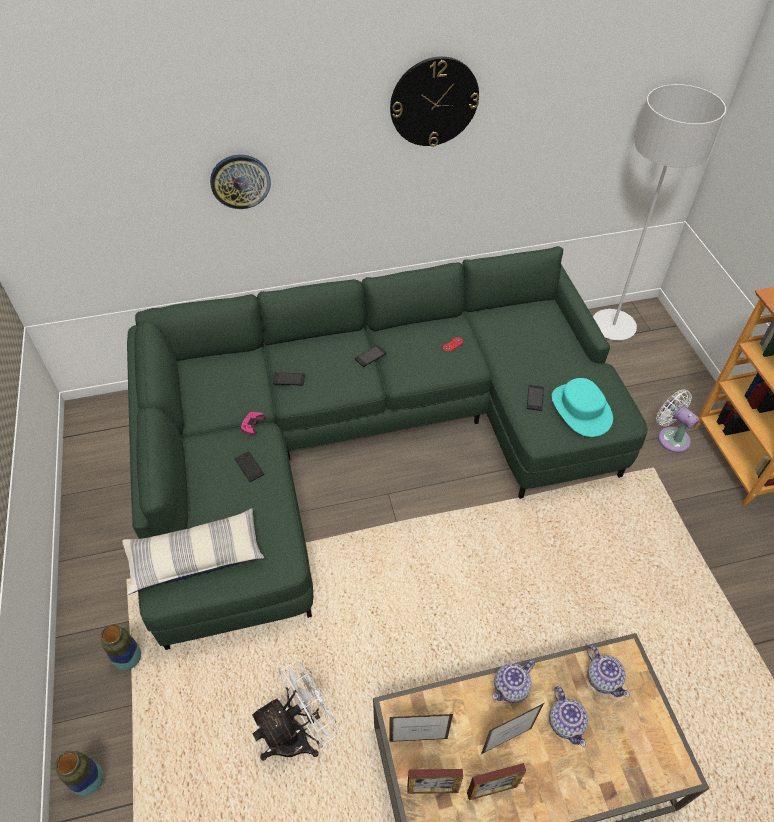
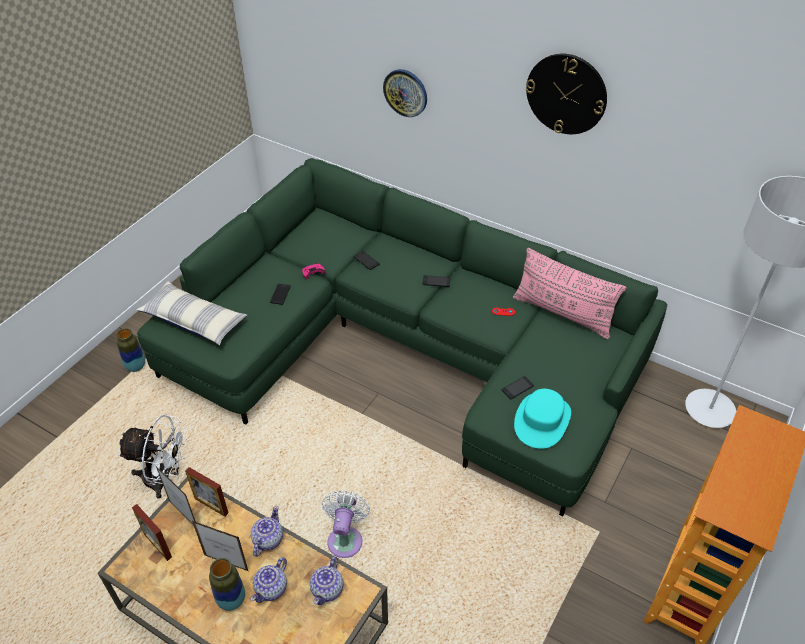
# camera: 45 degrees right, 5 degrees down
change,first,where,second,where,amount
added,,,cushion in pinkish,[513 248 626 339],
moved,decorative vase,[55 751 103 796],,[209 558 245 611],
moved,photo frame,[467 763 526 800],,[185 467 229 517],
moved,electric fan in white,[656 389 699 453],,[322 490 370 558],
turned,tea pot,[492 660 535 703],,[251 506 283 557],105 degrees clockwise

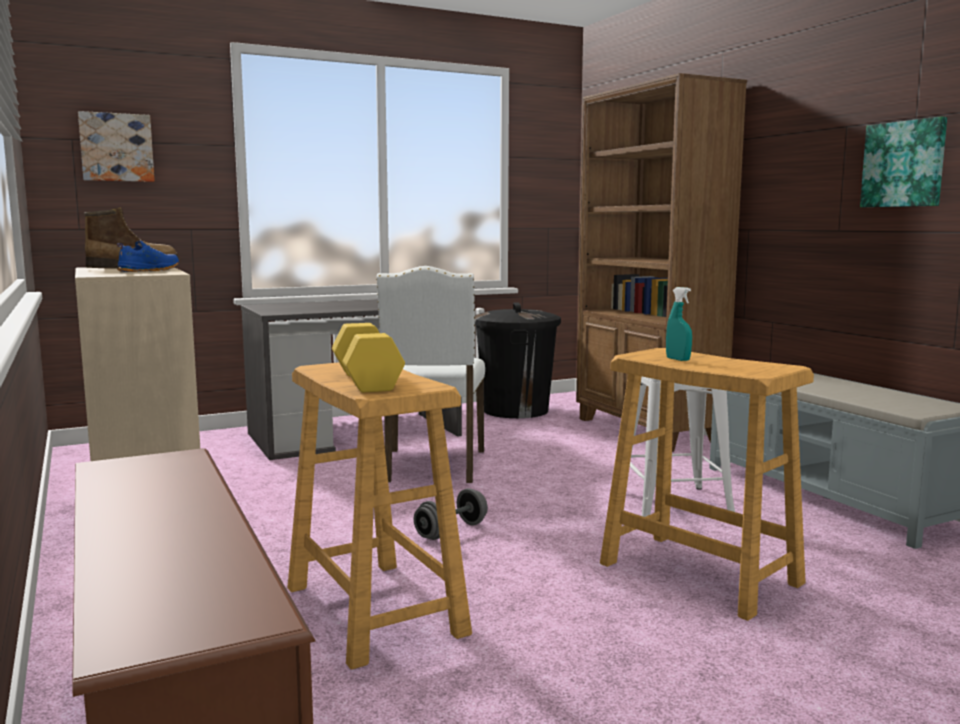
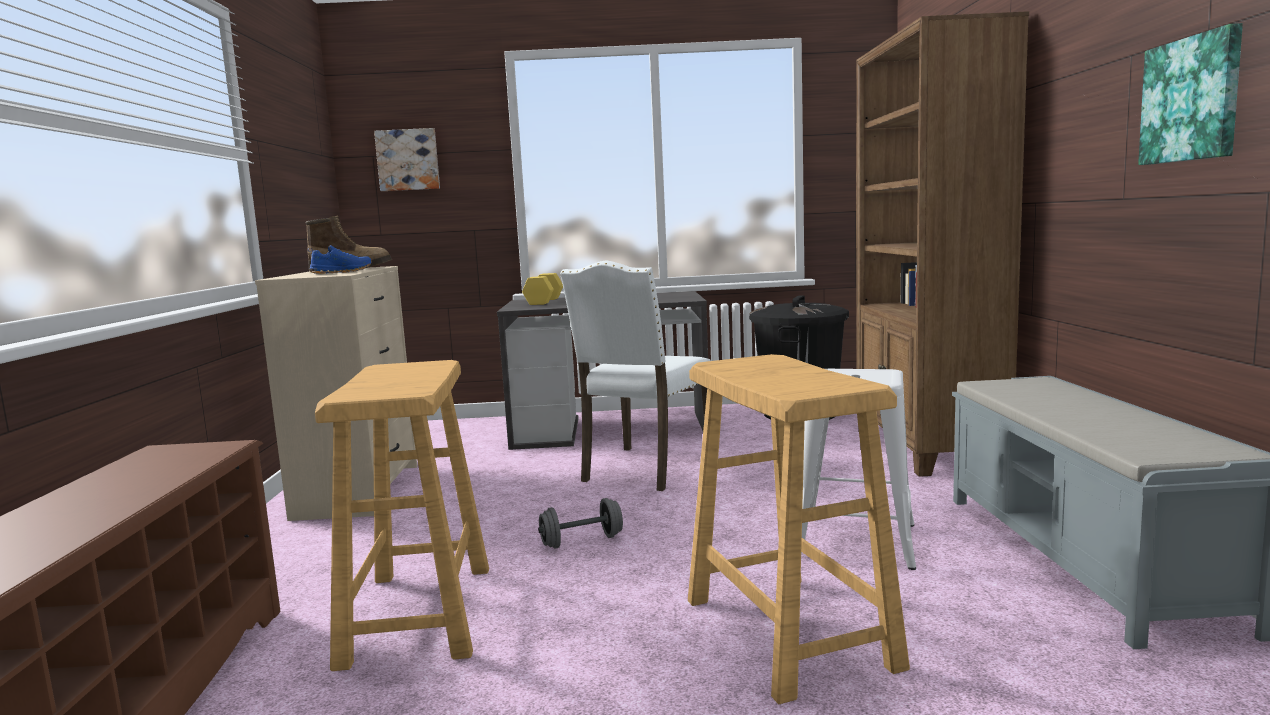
# camera: 25 degrees right, 0 degrees up
change,first,where,second,where,amount
removed,hand sprayer in turquoise-coloured,[666 287 692 361],,,
moved,hand weight in yellowish,[332 323 405 393],,[522 273 563 305],

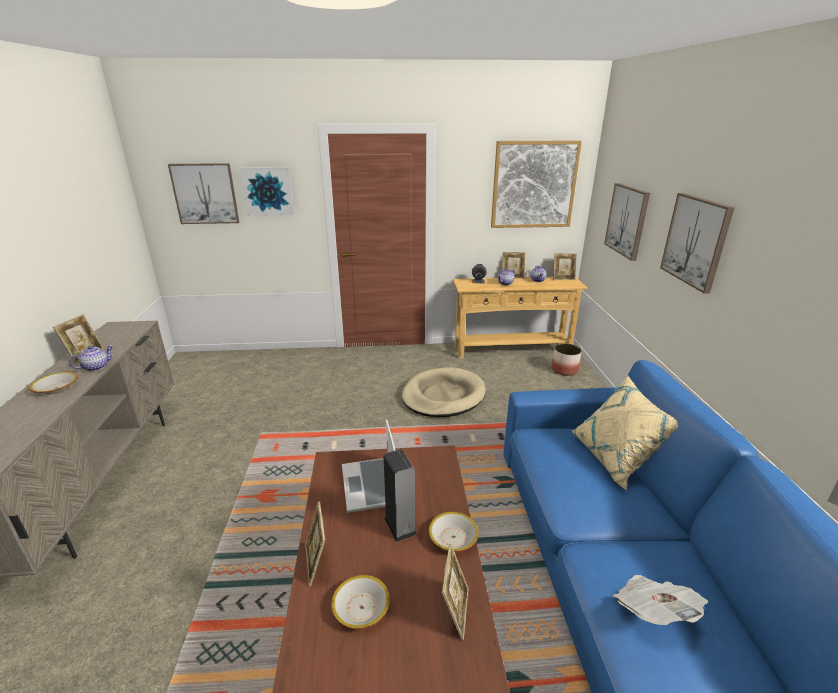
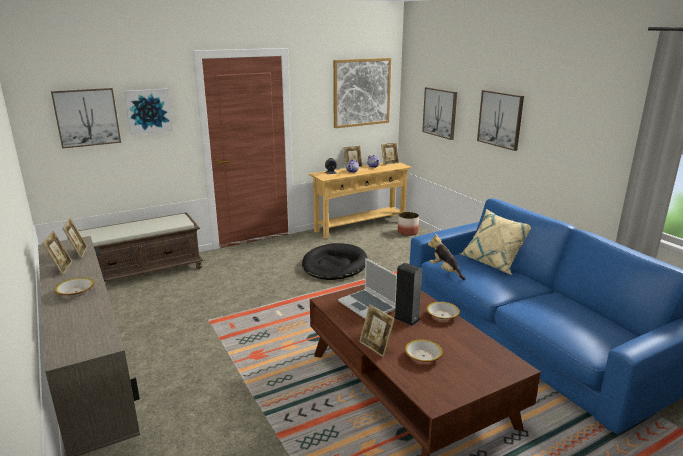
# camera: 25 degrees left, 5 degrees down
change,first,where,second,where,amount
removed,tea pot,[69 345 114 371],,,
removed,printed paper,[613 575 708 625],,,
added,,,indoor bench in brownish,[67 212 203 282],
added,,,soft toy,[428 234 466 280],
moved,photo frame,[442 544 469 640],,[62 218 87 259],
recoloured,pet bed in beige,[402 367 486 417],pet bed in black-coloured,[302 243 368 280],

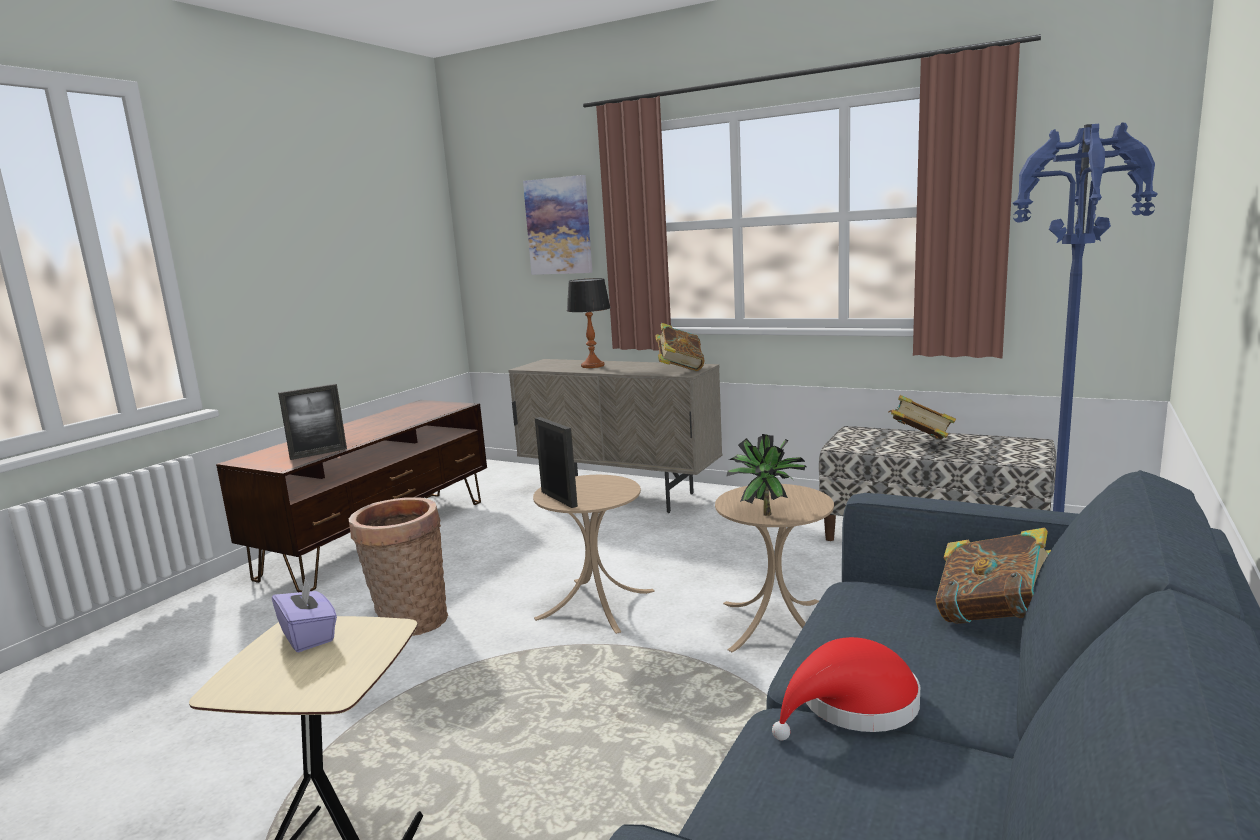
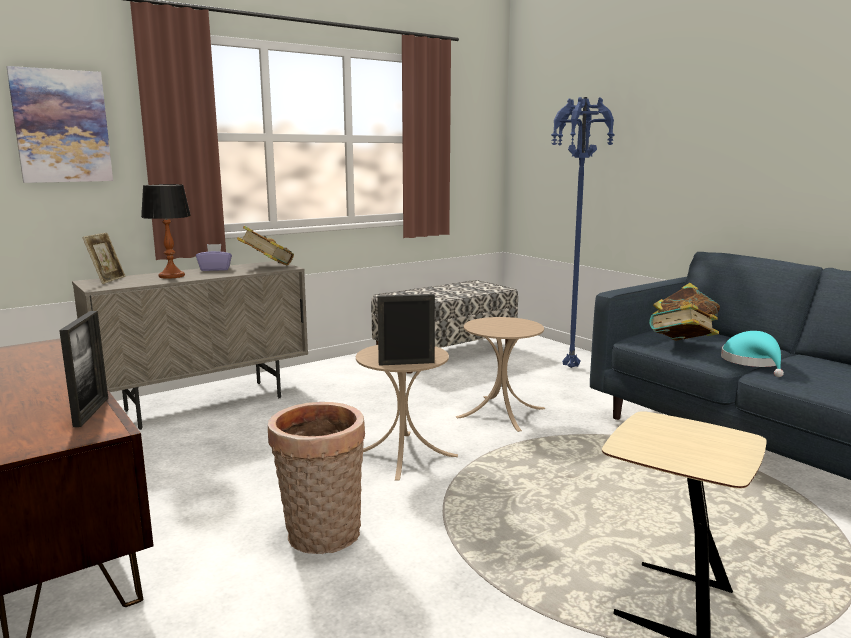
# camera: 65 degrees left, 0 degrees up
change,first,where,second,where,amount
removed,plant in a pot,[727 434 807 516],,,
added,,,photo frame,[82 233 126 284],
moved,tissue holder in purplish,[272 578 337 652],,[196 244 232 271],
moved,bound book,[889 395 956 440],,[649 304 719 340],
recoloured,hat in red,[772 637 920 741],hat in turquoise-coloured,[721 331 784 377],

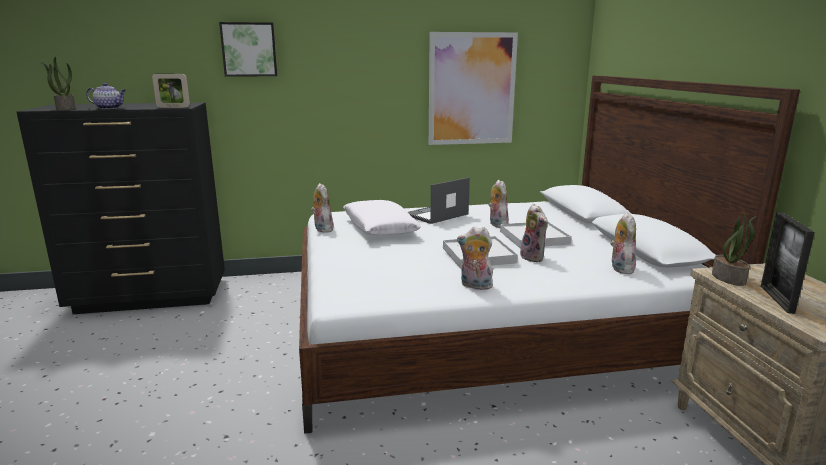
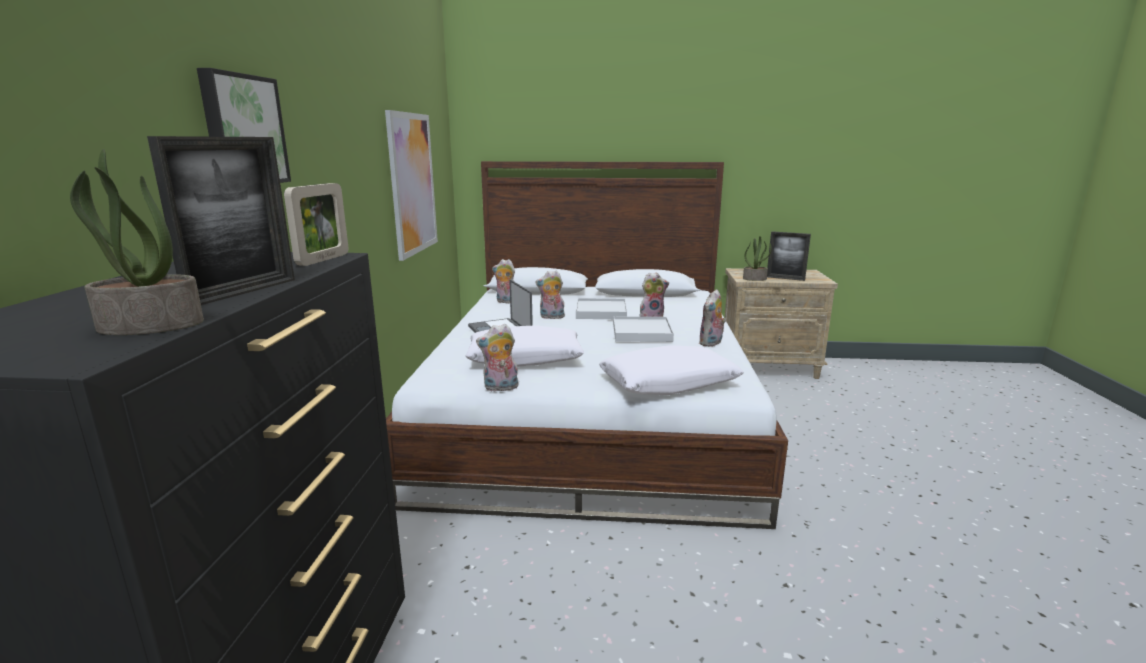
# camera: 75 degrees left, 0 degrees up
change,first,where,second,where,amount
added,,,cushion in white,[599 345 744 395],
moved,soft toy,[610 213 636 274],,[492 259 515 304],
replaced,tea pot,[86 83 126 109],photo frame,[147 136 295 305],

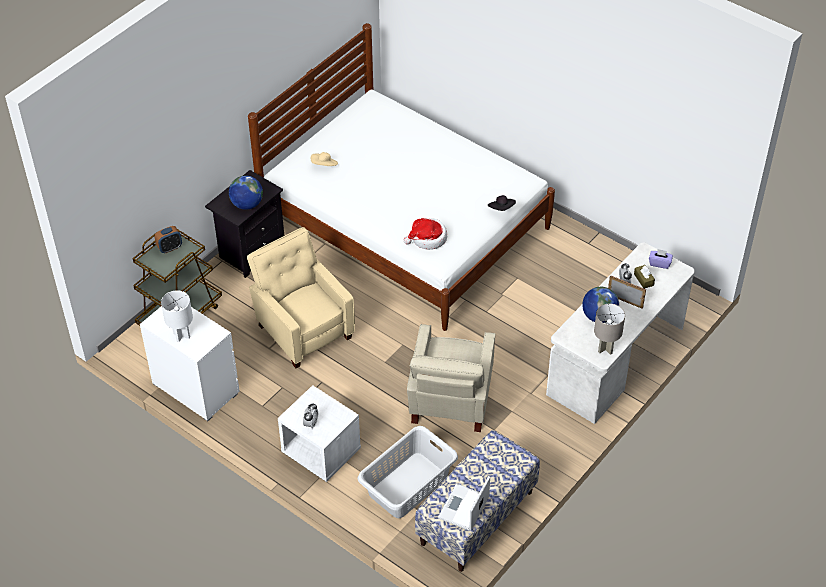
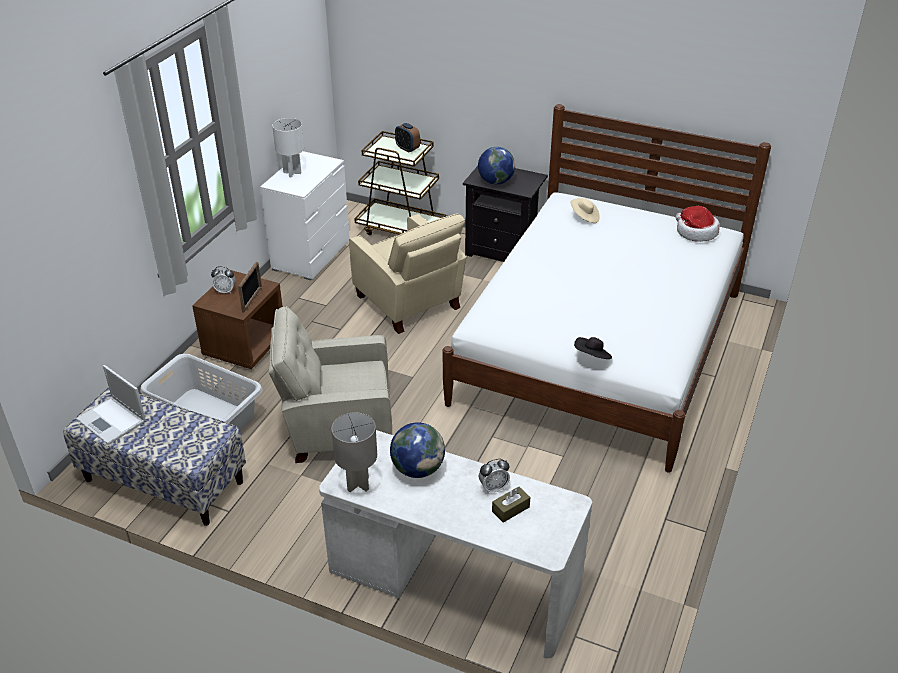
# camera: 75 degrees right, 10 degrees down
change,first,where,second,where,amount
removed,tissue holder in purplish,[649 249 673 269],,,
moved,hat,[404 218 447 250],,[675 206 720 242],
moved,photo frame,[608 275 646 309],,[238 261 262 313],
recoloured,bedside table in white,[278 385 361 482],bedside table in brownish,[192 271 283 369],
turned,easy chair in beige,[247 227 355 368],,[349 213 466 334],105 degrees clockwise
turned,notebook computer,[438 476 490 530],,[76 365 146 445],150 degrees counterclockwise

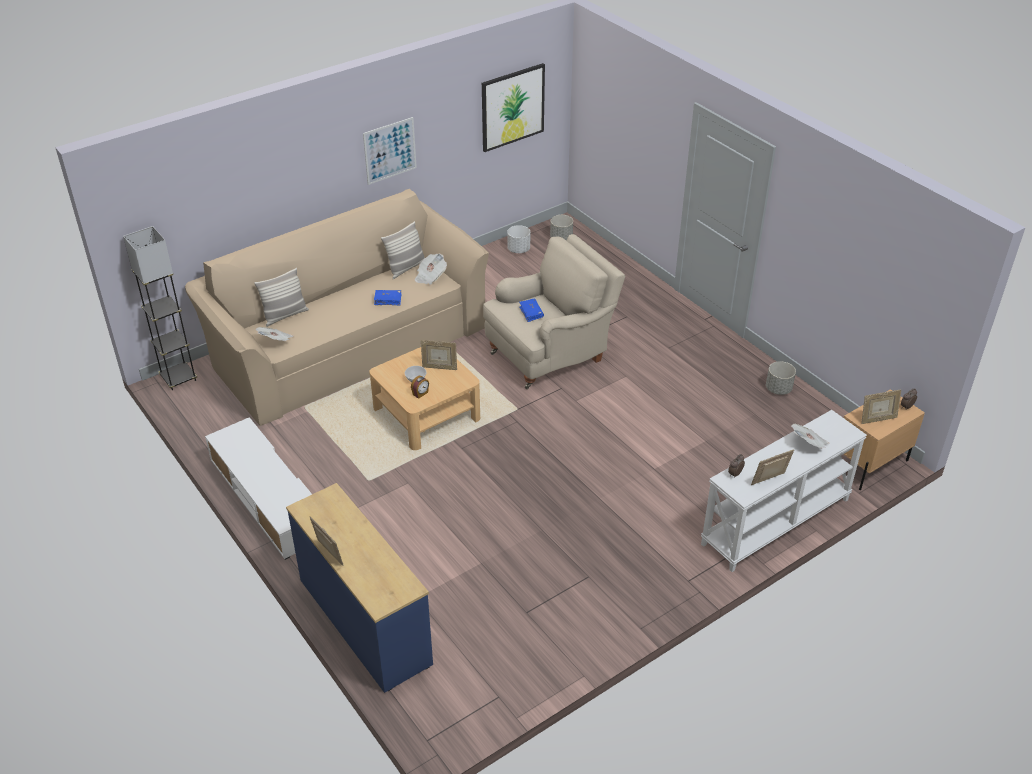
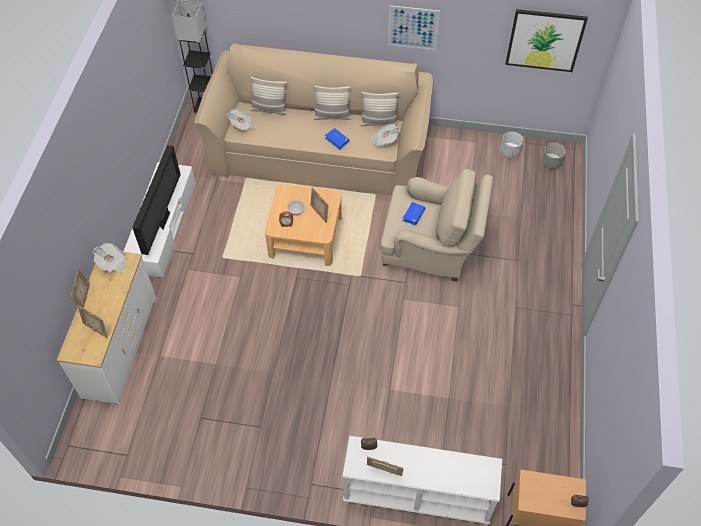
# camera: 45 degrees right, 15 degrees up
change,first,where,second,where,amount
removed,plant pot in greyish,[766 361 796 395],,,
added,,,TV set,[132 145 181 255],
added,,,cushion,[314 85 351 120],
moved,printed paper,[791 424 830 449],,[93 243 127 273],
moved,photo frame,[861 389 901 424],,[77 305 108 338],
recoloured,dresser in bluish,[286 483 433 693],dresser in white,[57 252 157 404],

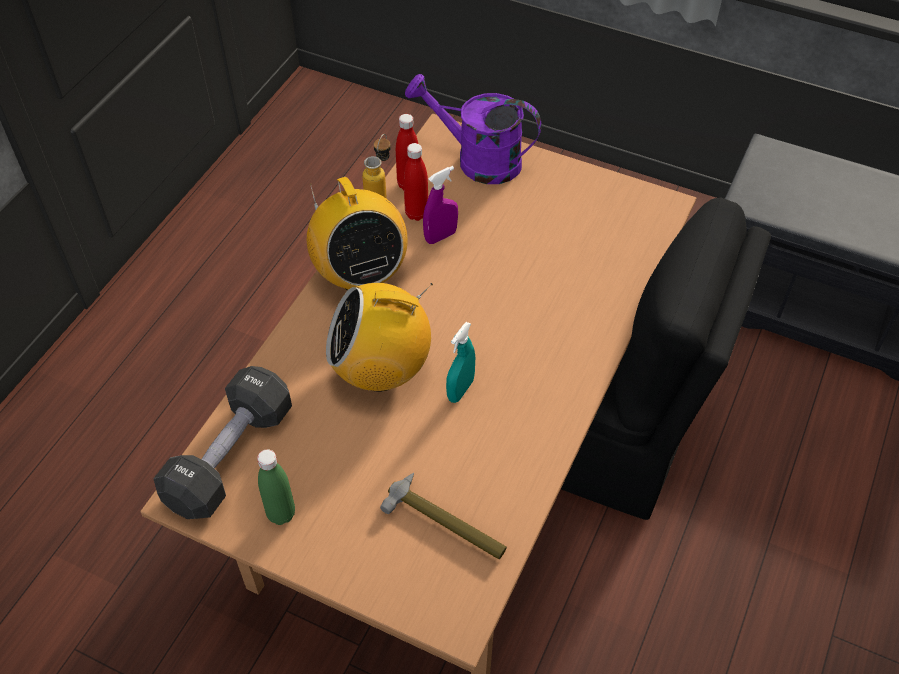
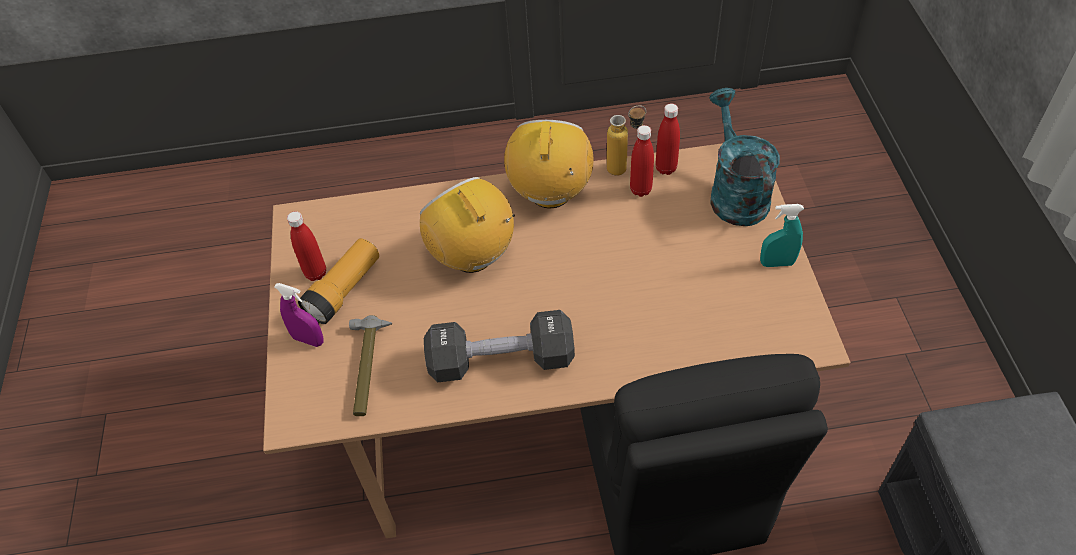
# camera: 60 degrees right, 0 degrees up
change,first,where,second,where,amount
added,,,hand torch,[298 238 379 324],
moved,hand weight in black-coloured,[154 366 292 519],,[424 310 575 382],
moved,hand sprayer in purplish,[423 166 458 244],,[274 283 324 347],
moved,hand sprayer in turquoise-coloured,[446 322 475 403],,[760 204 804 267],
recoloured,bottle in green-coloured,[257 449 295 525],bottle in red,[287 211 326 281],
recoloured,watering pot in purplish,[405 74 541 184],watering pot in turquoise-coloured,[709 88 780 226],
turned,radio set,[307 177 408 291],,[504 120 593 208],150 degrees clockwise

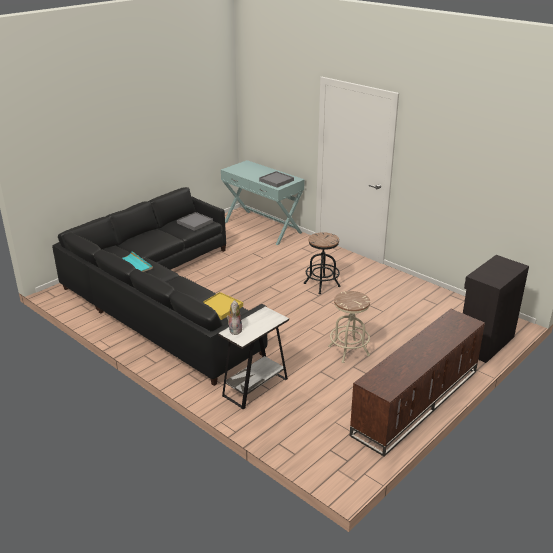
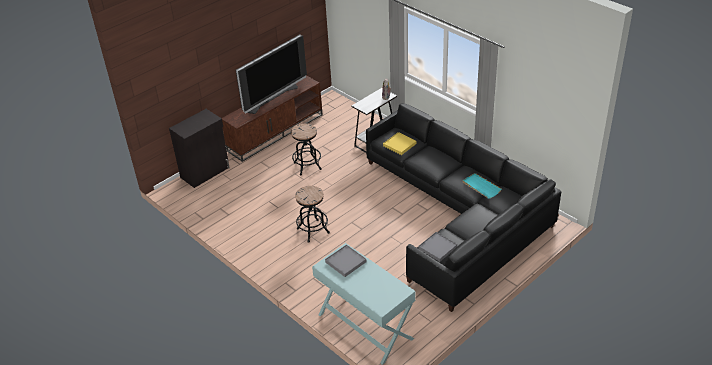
# camera: 175 degrees left, 10 degrees up
change,first,where,second,where,amount
added,,,TV set,[236 34 307 114],
recoloured,sitting stool in beige,[328 291 370 363],sitting stool in black-coloured,[291 124 322 175],

